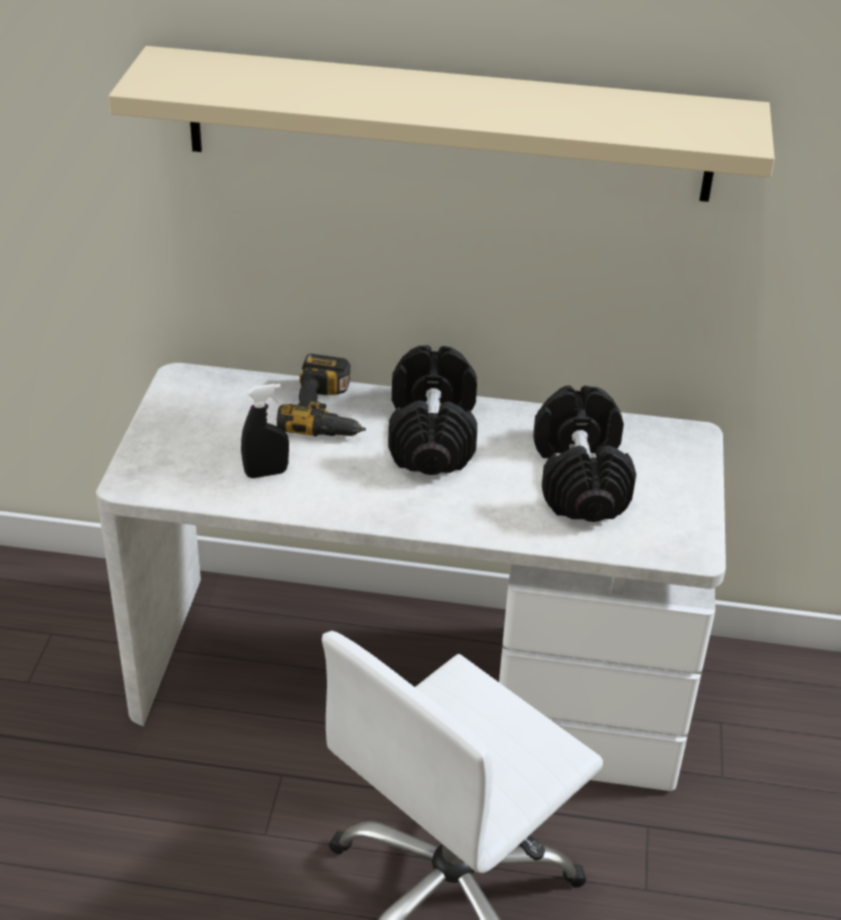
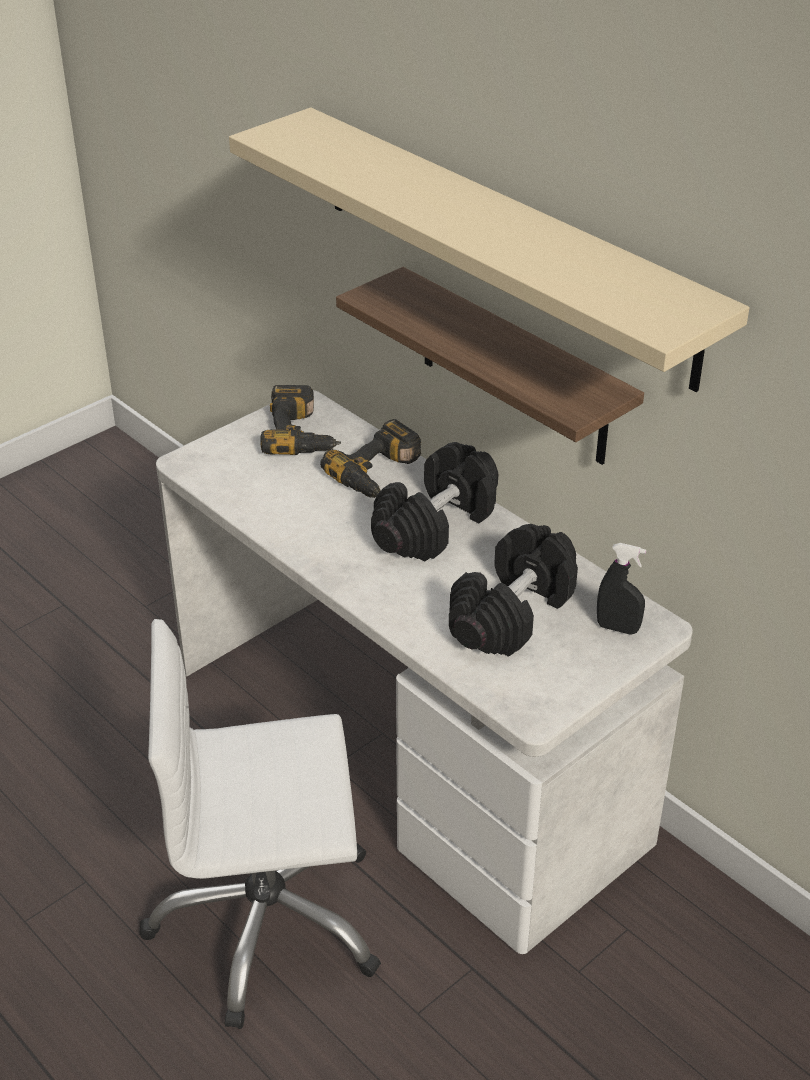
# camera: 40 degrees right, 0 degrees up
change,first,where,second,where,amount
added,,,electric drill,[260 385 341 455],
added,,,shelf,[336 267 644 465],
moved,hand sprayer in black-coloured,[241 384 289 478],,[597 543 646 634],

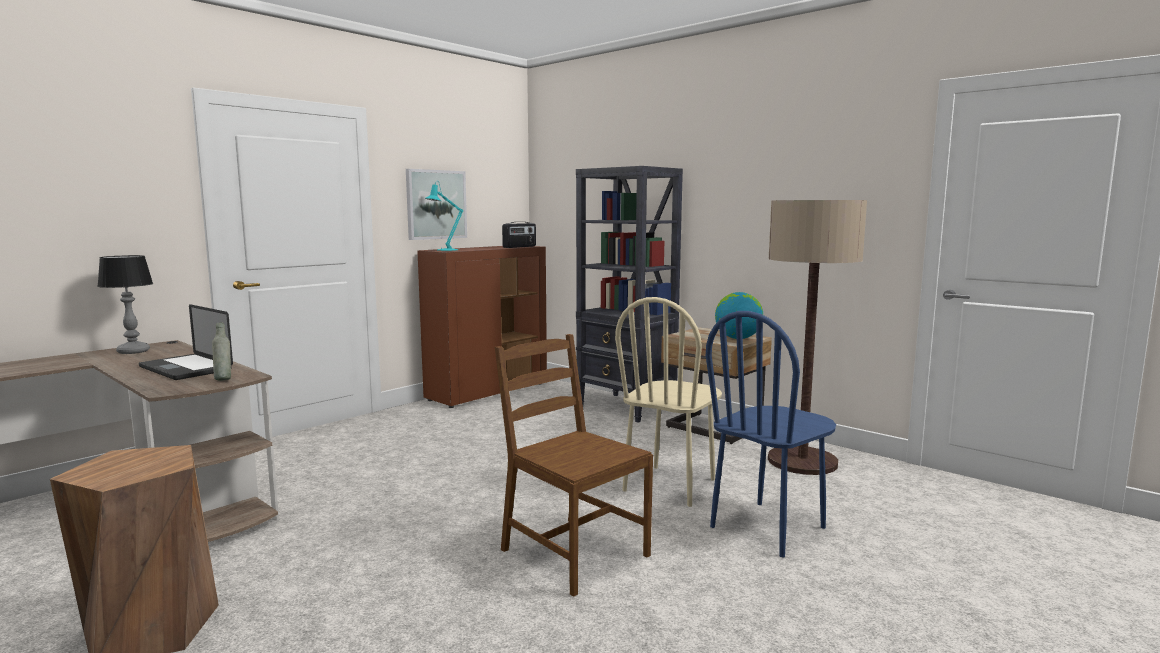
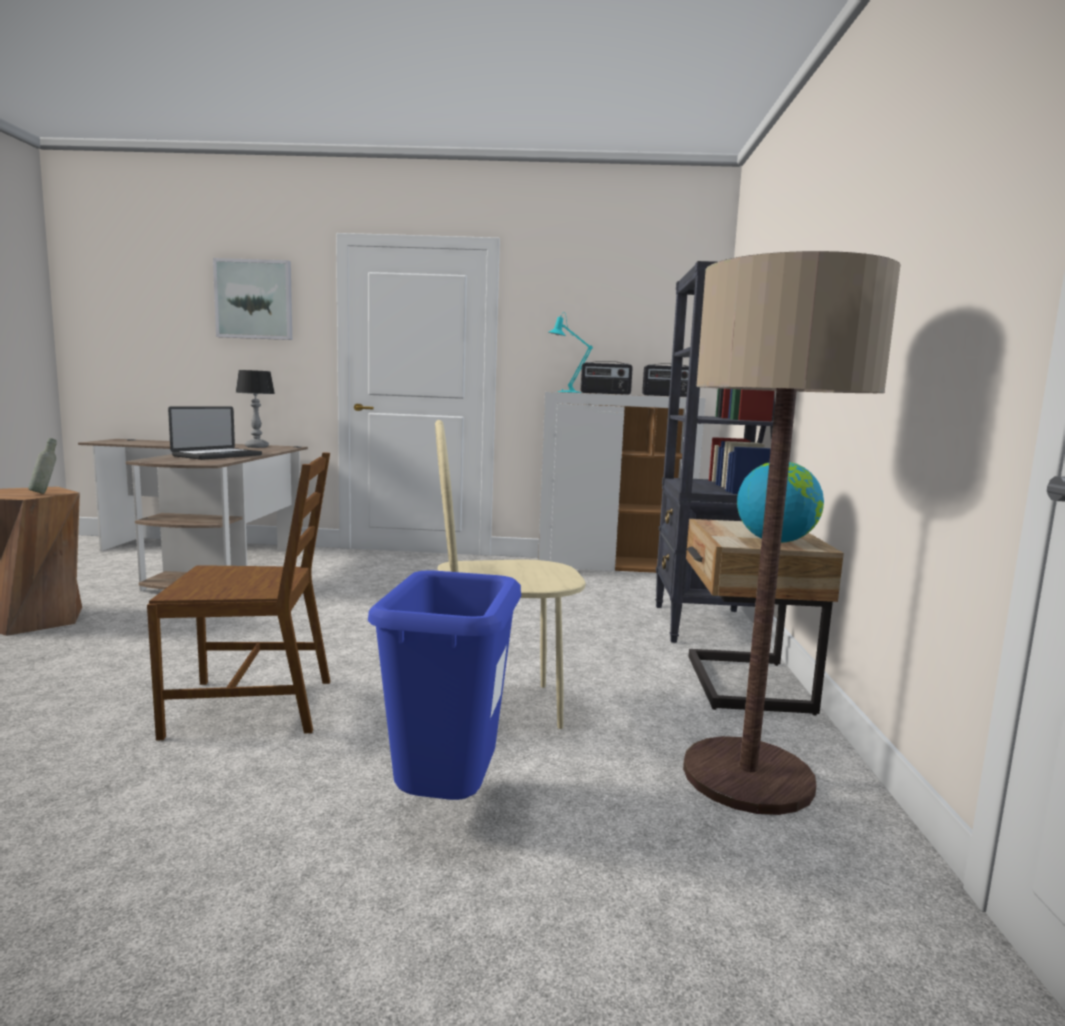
# camera: 50 degrees right, 0 degrees up
change,first,where,second,where,amount
added,,,radio set,[581 361 633 395],
moved,bottle in greyish,[212 323 231 380],,[28 438 57 494],
moved,wall art,[406 169 467 240],,[213 258 292 340],
replaced,plain chair in bluish,[706 311 836 558],trash can in bluish,[368 570 521 800],
recoloured,cabinet in brownish,[417 246 547 408],cabinet in white,[538 392 706 573],
turned,notebook computer,[139 304 233 380],,[168 406 262 460],150 degrees counterclockwise
turned,plain chair in brownish,[495 334 653 597],,[147 452 330 740],75 degrees clockwise

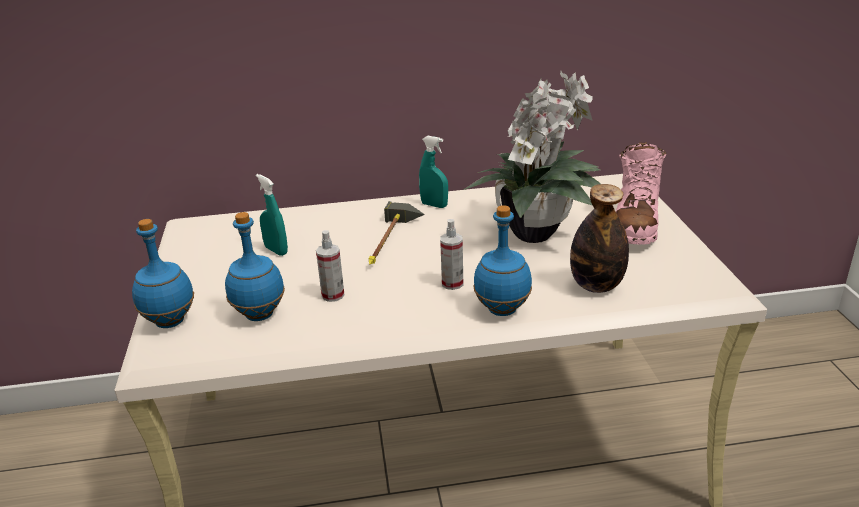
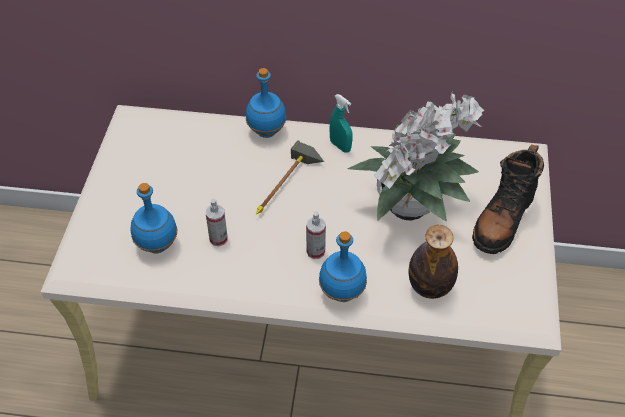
# camera: 15 degrees right, 20 degrees up
change,first,where,second,where,amount
removed,hand sprayer in turquoise-coloured,[256 174 288 256],,,
moved,bottle in bluish,[132 219 194 328],,[246 68 286 138],
recoloured,tall boot in pinkish,[616 142 667 245],tall boot in black-coloured,[472 145 544 254],

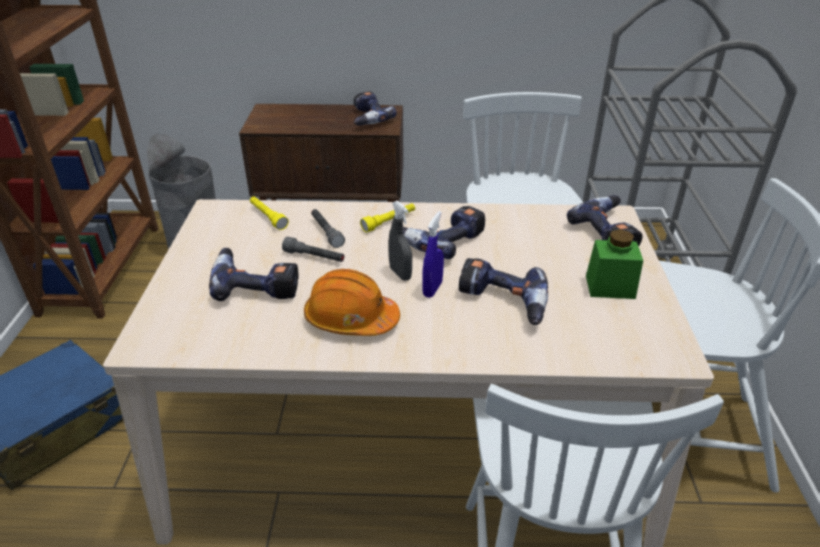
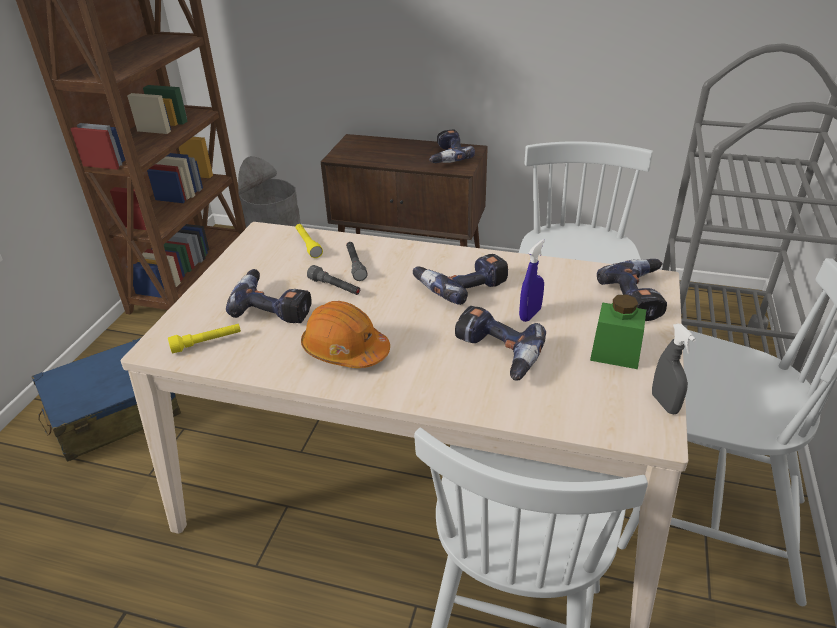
# camera: 15 degrees right, 0 degrees up
change,first,where,second,where,amount
moved,hand torch in yellowish,[360 203 415 232],,[168 324 241 354],
moved,hand sprayer in greyish,[389 200 412 281],,[652 324 696 414],
moved,hand sprayer in bluish,[422 211 444 298],,[519 239 545 322],

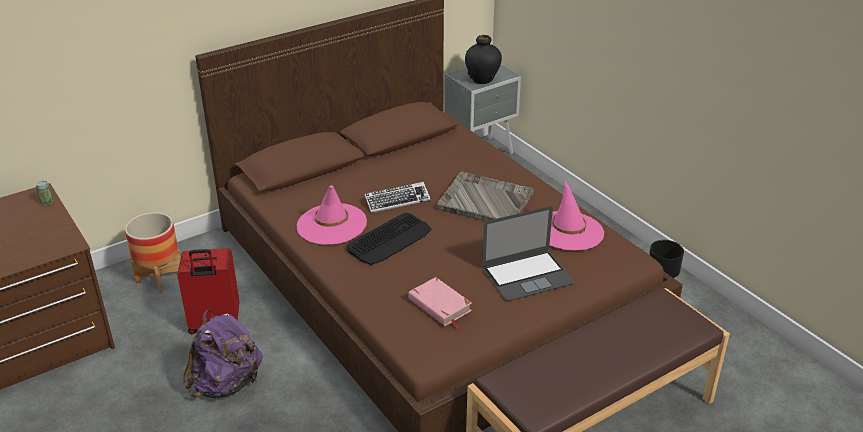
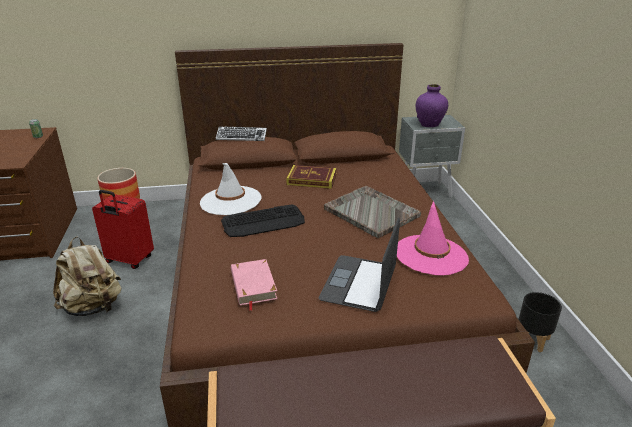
# camera: 25 degrees right, 5 degrees down
change,first,where,second,where,amount
added,,,bound book,[286 165 337 189],
moved,computer keyboard,[364 182 431 213],,[216 126 267 141],
recoloured,backpack in purplish,[183 310 263 398],backpack in beige,[53 236 121 316],
recoloured,hat in pinkish,[297 185 367 245],hat in white,[200 163 261 215],
recoloured,decorative vase in black-coloured,[465 35 502 84],decorative vase in purplish,[416 84 448 127],
turned,notebook computer,[482 206 574 301],,[319 217 400 312],105 degrees clockwise

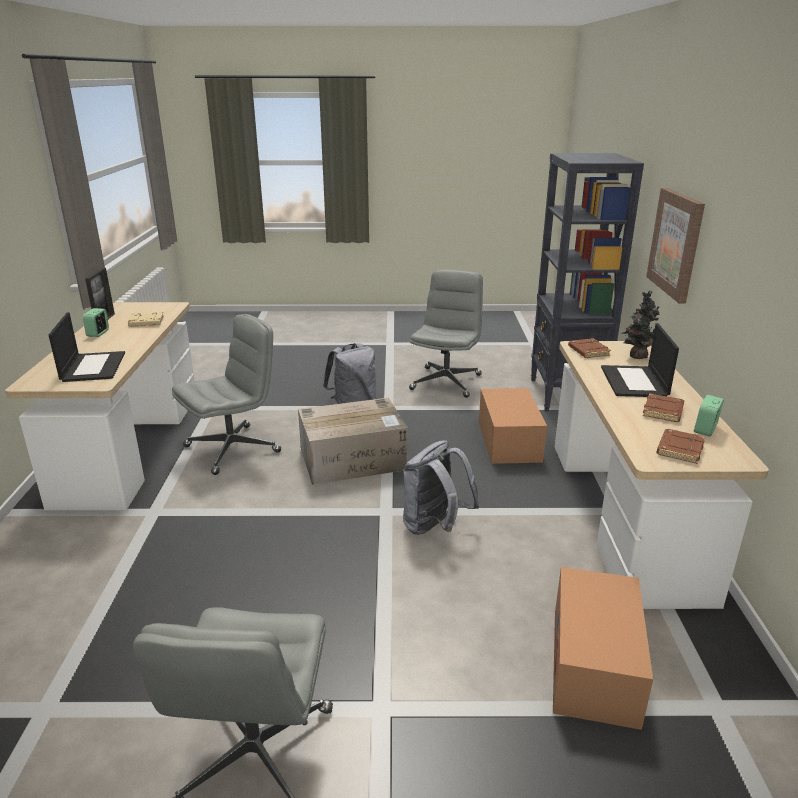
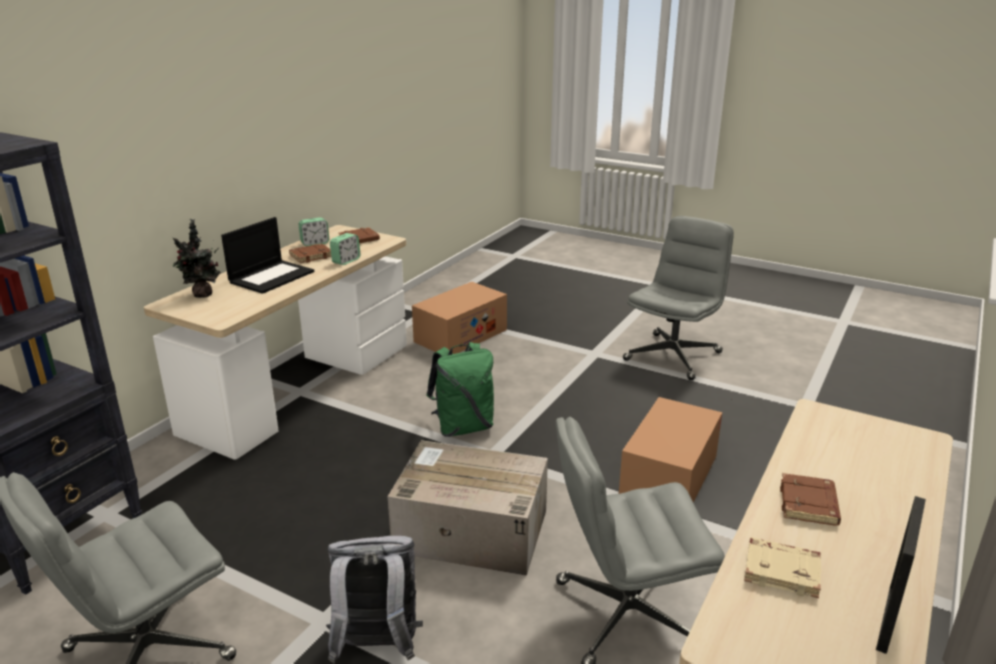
# camera: 150 degrees left, 0 degrees up
change,first,where,second,where,amount
removed,notebook computer,[49 312 125 382],,,
removed,wall art,[646 188 705 303],,,
moved,table clock,[83 308 109 337],,[330 233 361 265],
moved,cardboard box,[479 388 547 464],,[619 397 722 503],
moved,bound book in brownish,[568 338 611 358],,[780 473 841 525],
recoloured,backpack in greyish,[403 440 480 535],backpack in green-coloured,[426 342 494 437],

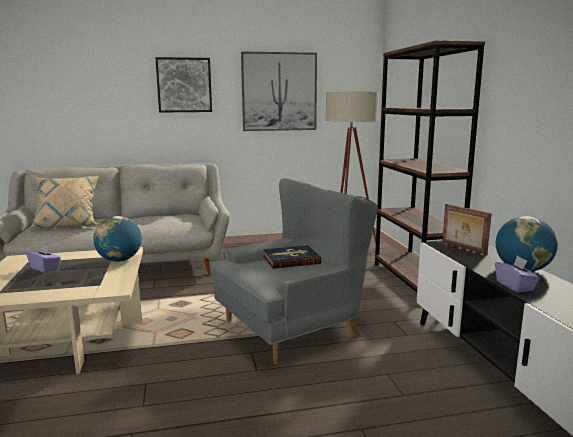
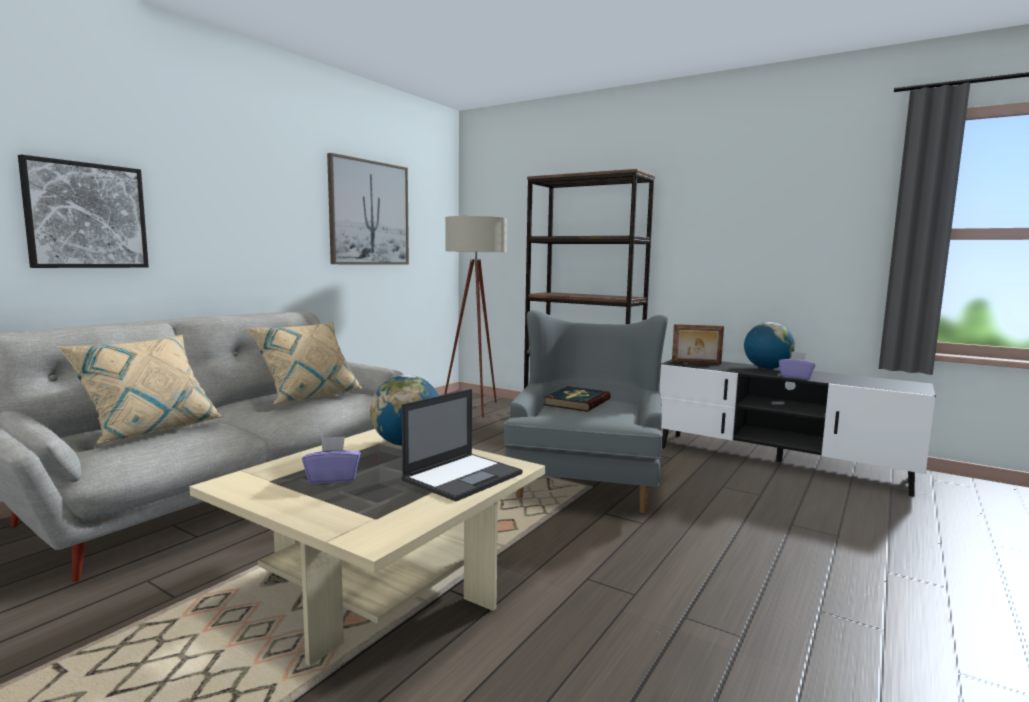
# camera: 45 degrees left, 5 degrees down
change,first,where,second,where,amount
added,,,cushion in beige,[246 322 364 404],
added,,,notebook computer,[402 389 523 501],
moved,wall art,[155 57 212 113],,[18 155 149 268],

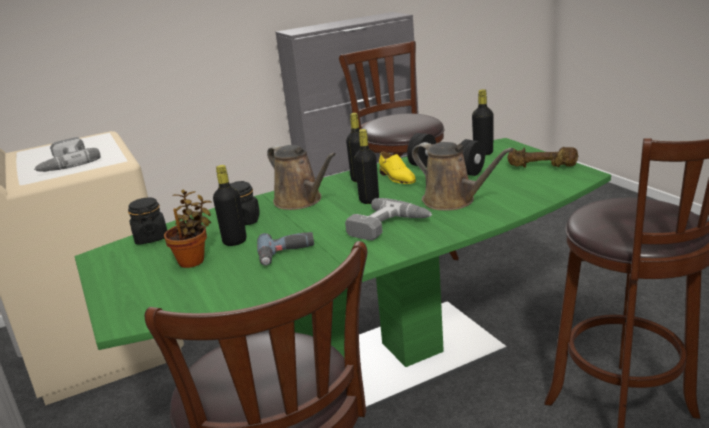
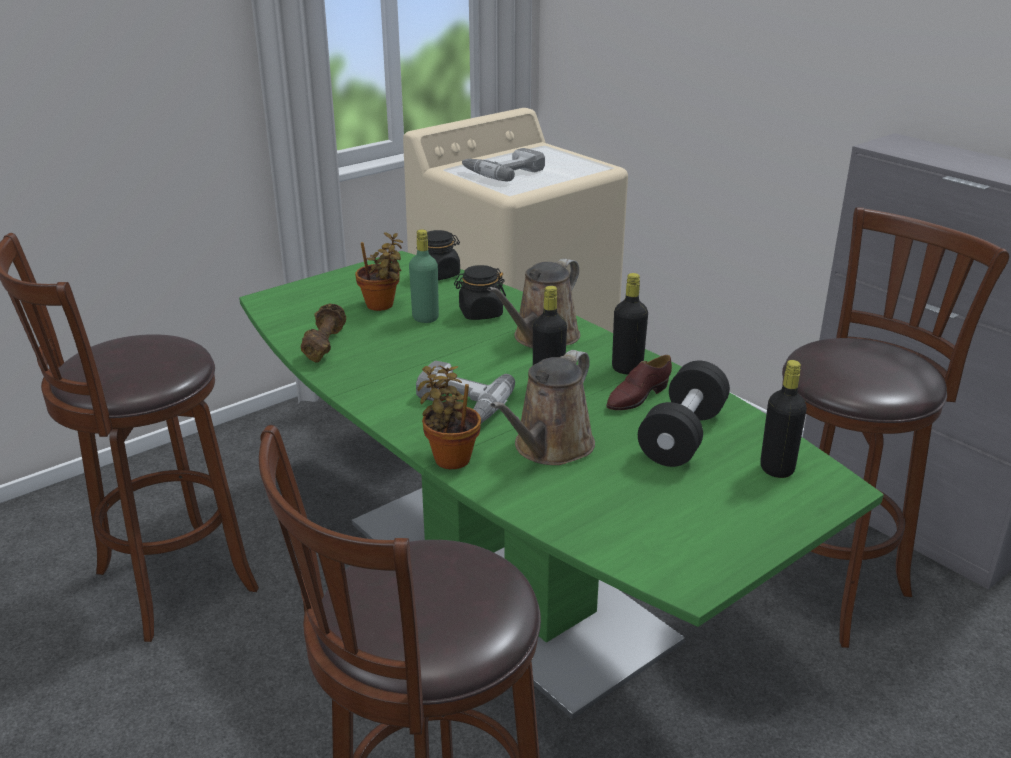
# camera: 75 degrees right, 5 degrees up
change,first,where,second,where,amount
removed,electric drill,[257 232 314 266],,,
added,,,plant in a pot,[417 365 481 469],
moved,hand weight in brownish,[507 147 578 168],,[301 303 346 363],
recoloured,bottle in black-coloured,[213 165 246 246],bottle in green-coloured,[409 229 439 323],
recoloured,item of footwear in yellowish,[379 151 416 184],item of footwear in brownish,[606 355 672 410],

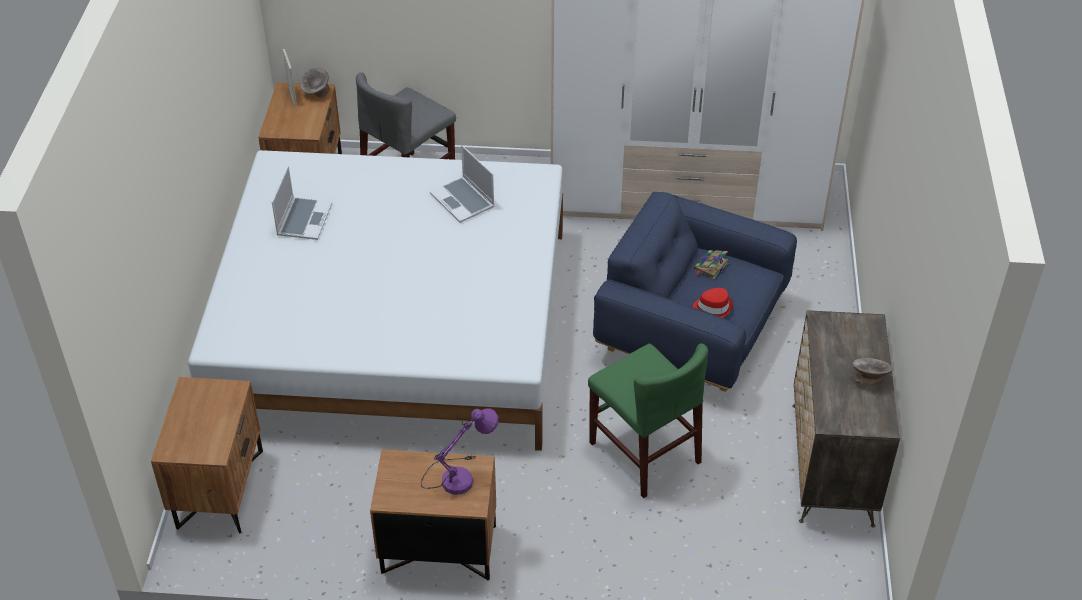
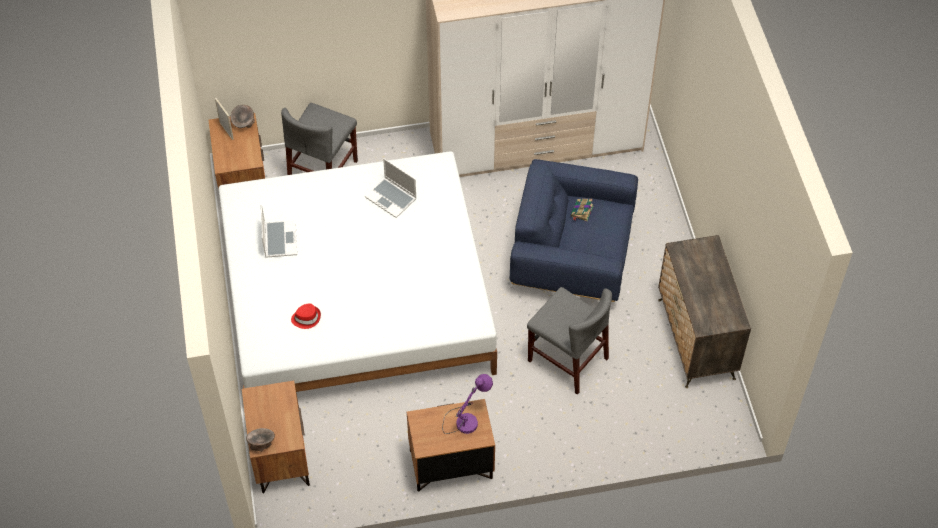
# camera: 15 degrees left, 10 degrees up
change,first,where,second,where,amount
moved,hat in red,[693 288 733 318],,[291 303 321 329],
moved,serving bowl in greyish,[852 358 893 386],,[246 428 275 452],
recoloured,plain chair in green-coloured,[588 343 708 498],plain chair in greyish,[527 287 612 394],

